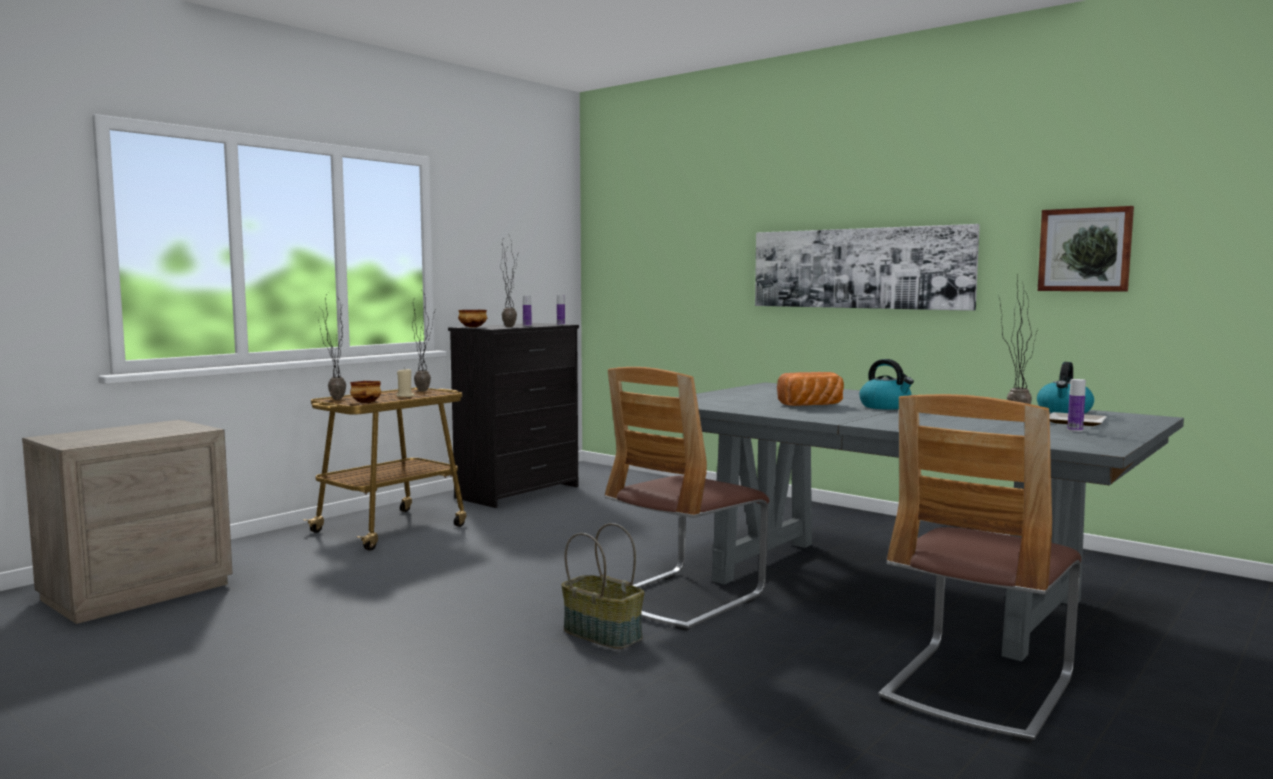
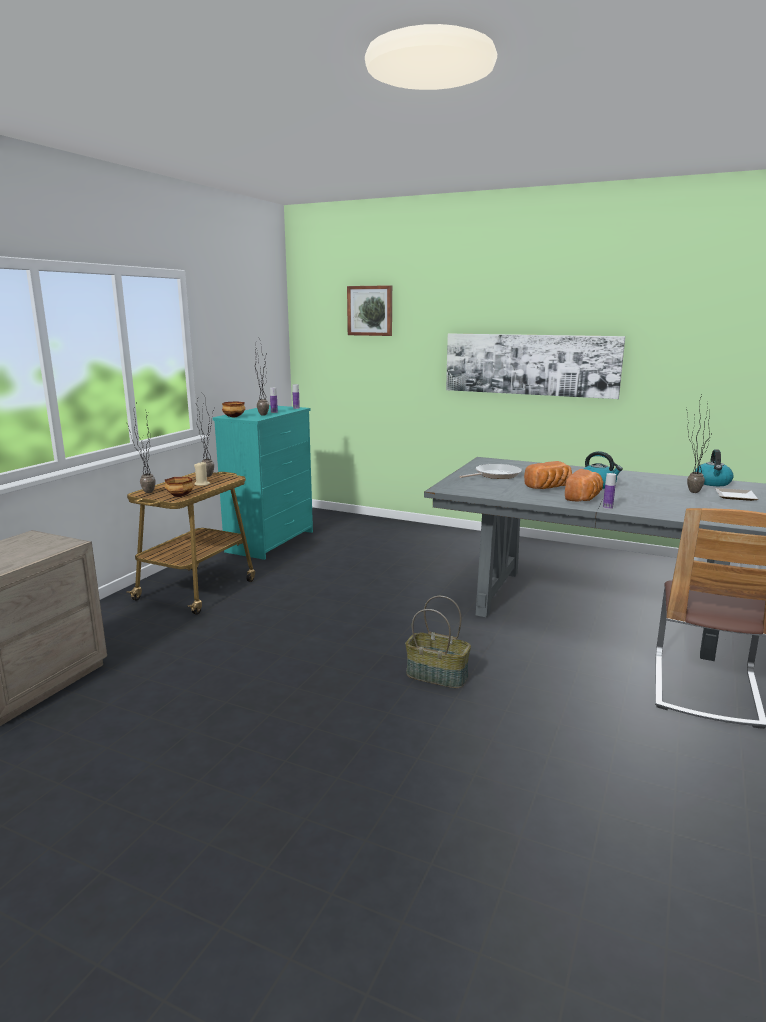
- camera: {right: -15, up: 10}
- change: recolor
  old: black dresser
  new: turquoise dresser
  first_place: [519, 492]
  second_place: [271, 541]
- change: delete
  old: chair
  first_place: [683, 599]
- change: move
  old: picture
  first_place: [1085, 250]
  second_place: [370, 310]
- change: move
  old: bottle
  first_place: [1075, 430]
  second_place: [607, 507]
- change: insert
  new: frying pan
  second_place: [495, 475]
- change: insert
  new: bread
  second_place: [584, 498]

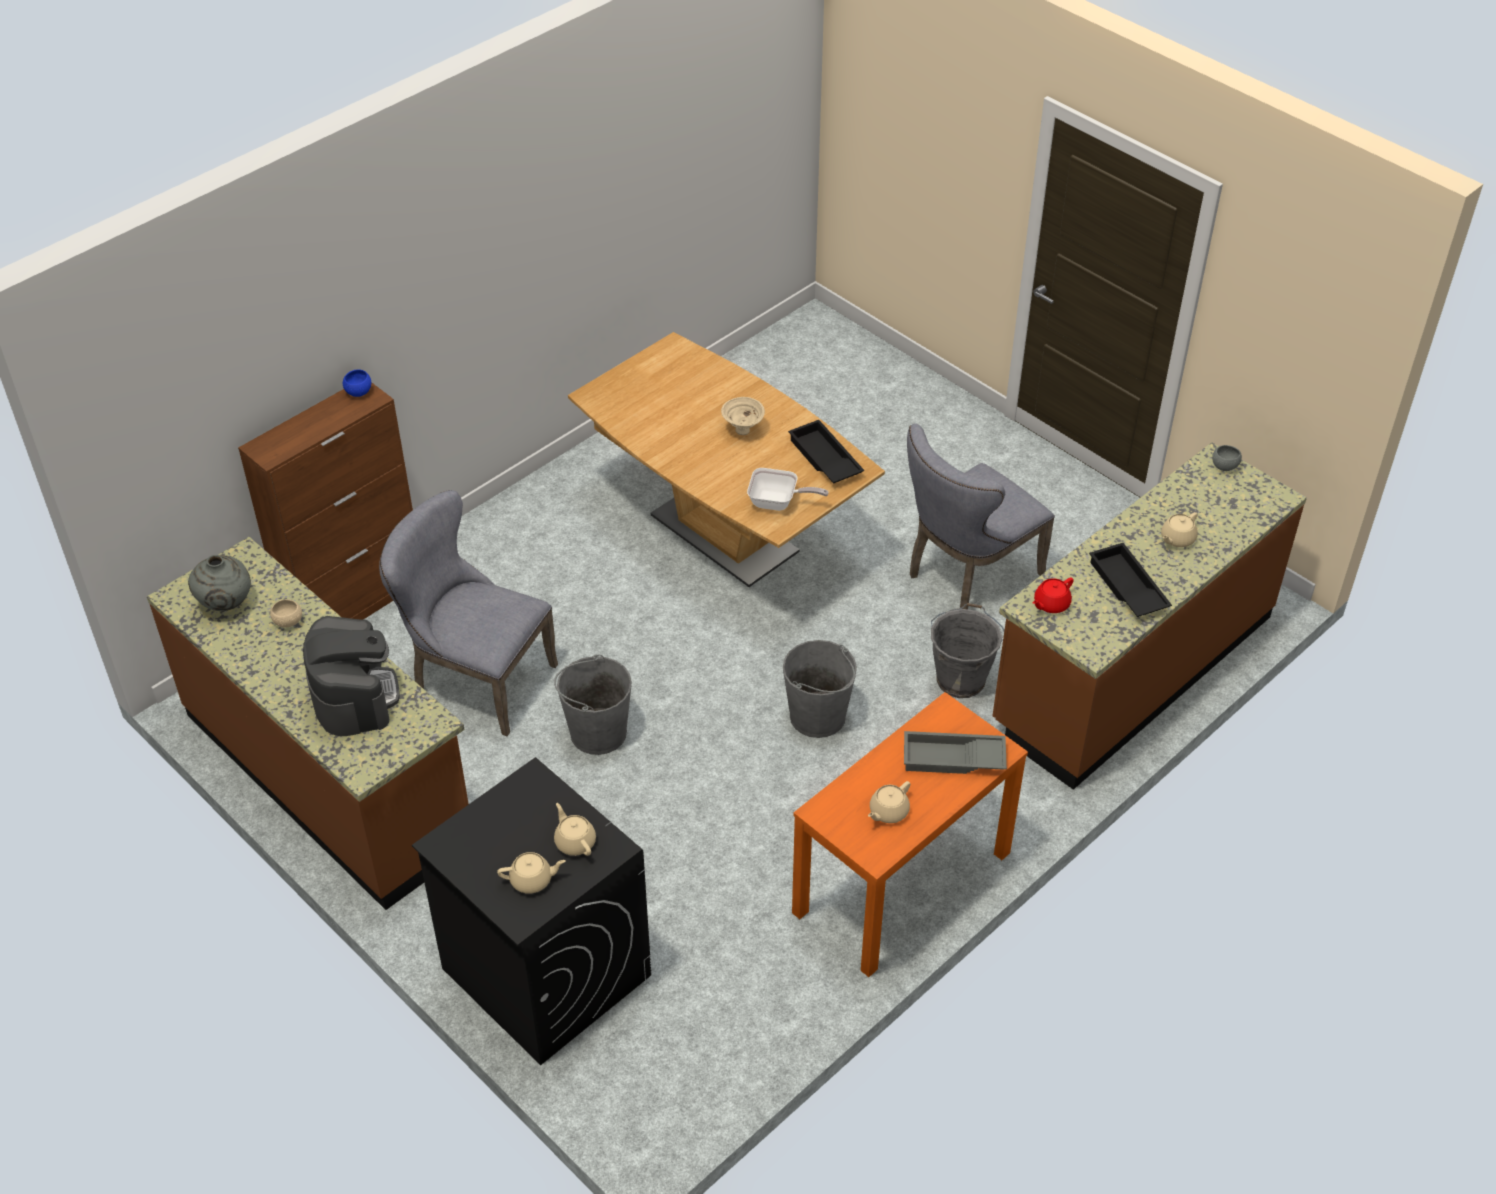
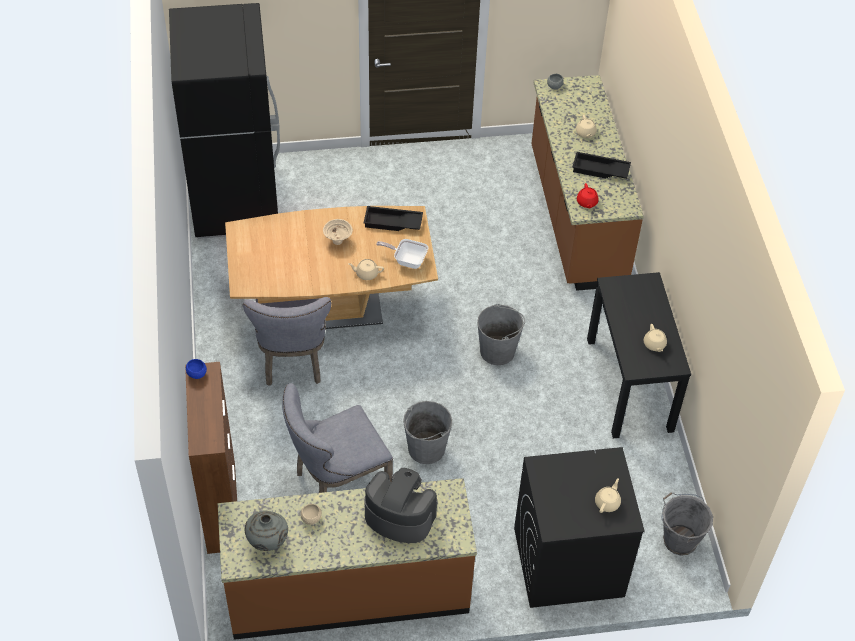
- camera: {right: -55, up: 5}
- change: move
  old: beige teapot
  first_place: [575, 841]
  second_place: [366, 274]
- change: rotate
  old: frying pan
  first_place: [778, 503]
  second_place: [407, 260]
  degrees: -120
- change: recolor
  old: orange console table
  new: black console table
  first_place: [902, 883]
  second_place: [629, 384]
- change: delete
  old: grey tray
  first_place: [952, 759]
- change: move
  old: grey chair
  first_place: [967, 576]
  second_place: [293, 360]
- change: move
  old: grey bucket
  first_place: [961, 678]
  second_place: [679, 539]
- change: insert
  new: black fridge
  second_place: [235, 201]

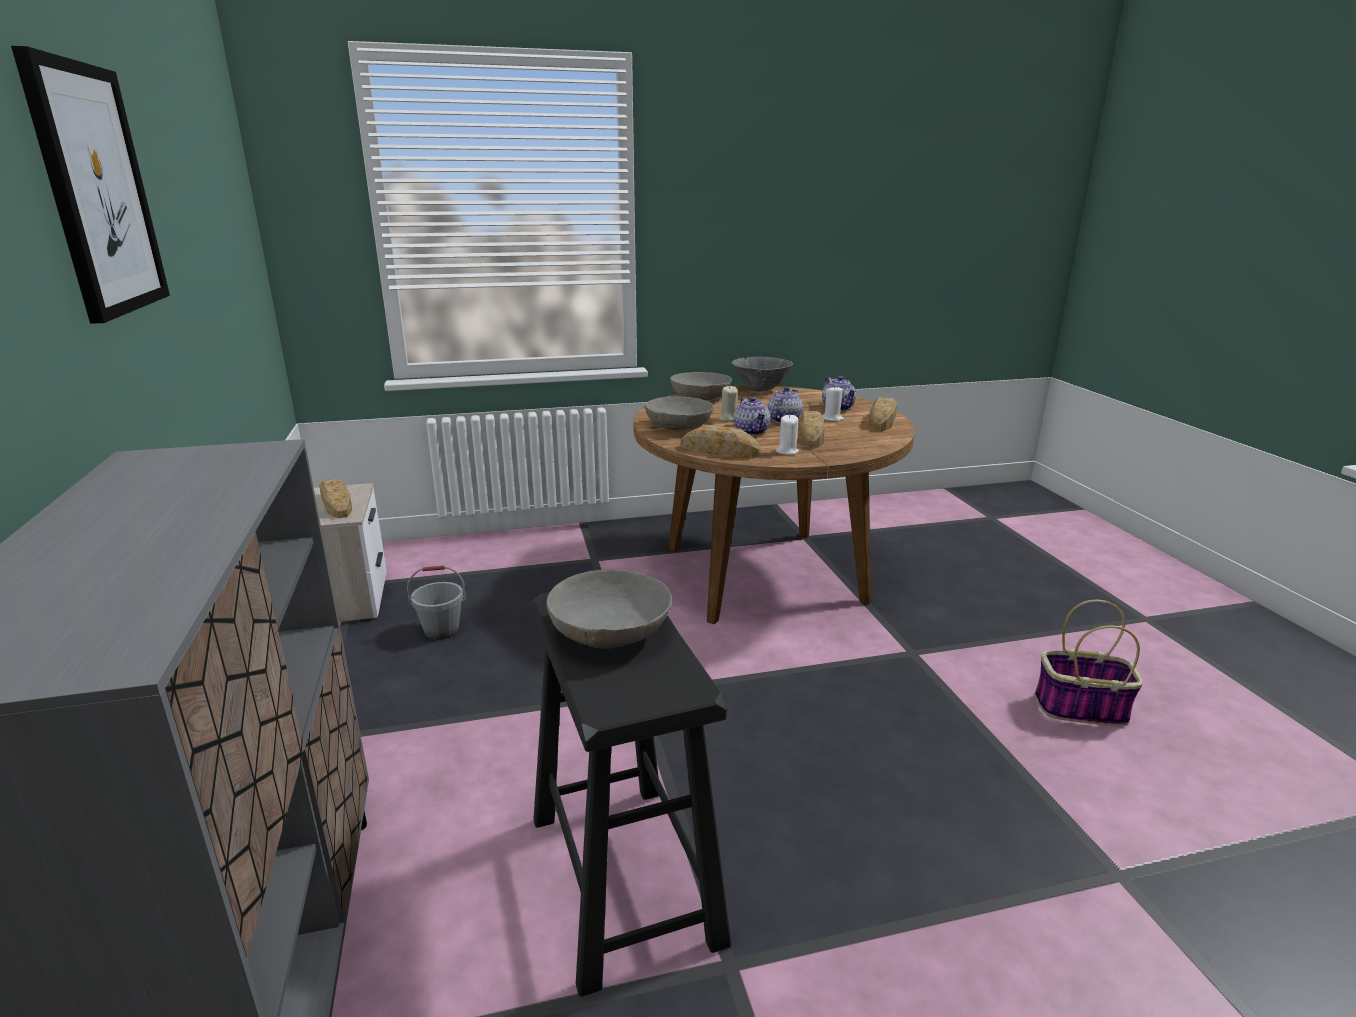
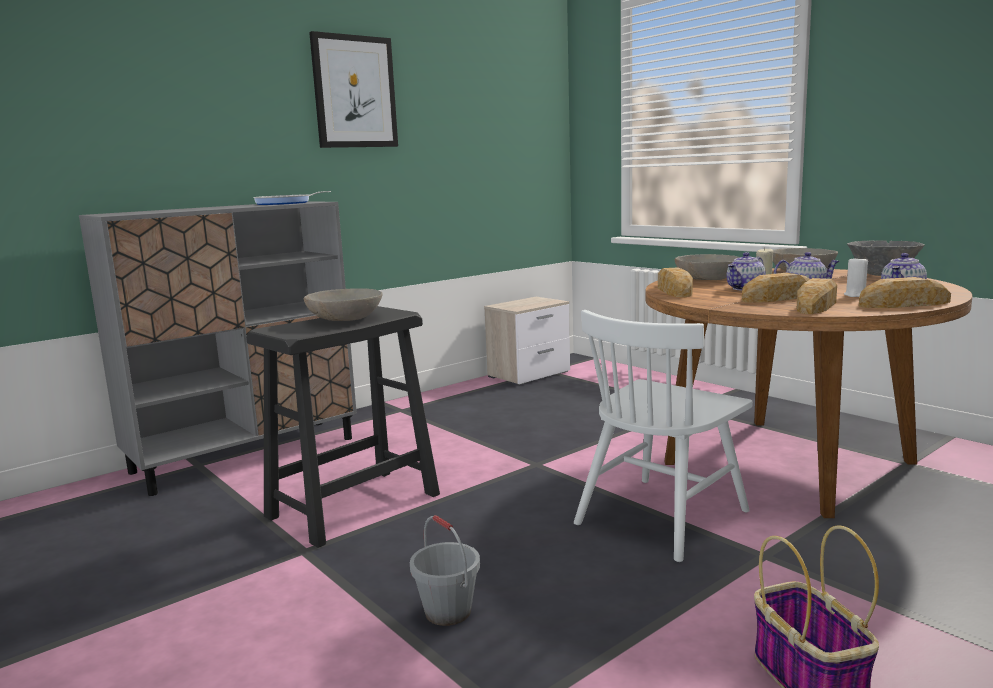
- camera: {right: 65, up: -10}
- change: move
  old: bread
  first_place: [337, 504]
  second_place: [816, 306]
- change: move
  old: grey bucket
  first_place: [441, 630]
  second_place: [447, 612]
- change: delete
  old: white candle
  first_place: [787, 451]
- change: insert
  new: frying pan
  second_place: [286, 203]
- change: insert
  new: white chair
  second_place: [661, 517]

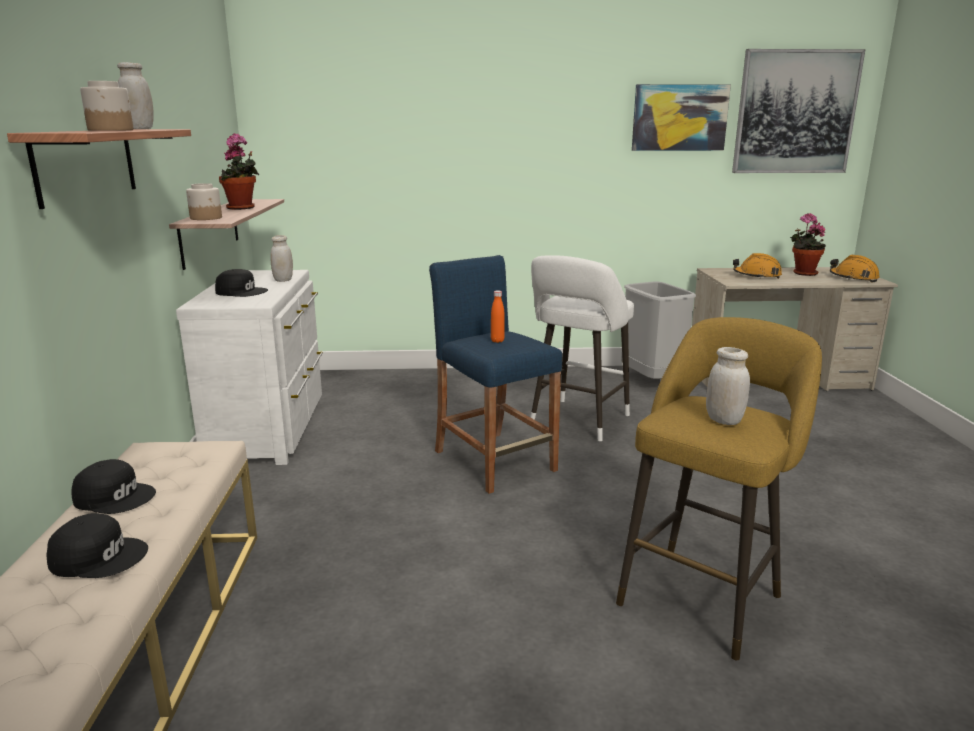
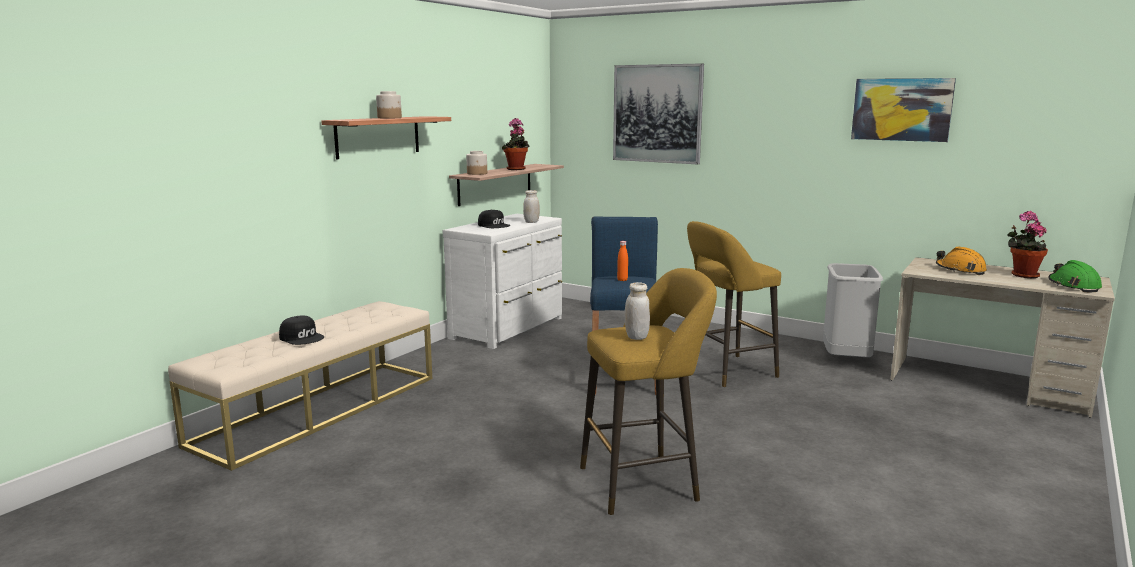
- camera: {right: 35, up: -5}
- change: delete
  old: black cap
  first_place: [115, 496]
- change: delete
  old: white jar
  first_place: [140, 129]
- change: recolor
  old: white stool
  new: yellow stool
  first_place: [577, 422]
  second_place: [726, 371]
- change: move
  old: picture
  first_place: [795, 112]
  second_place: [657, 113]
- change: recolor
  old: orange hard hat
  new: green hard hat
  first_place: [853, 278]
  second_place: [1073, 286]

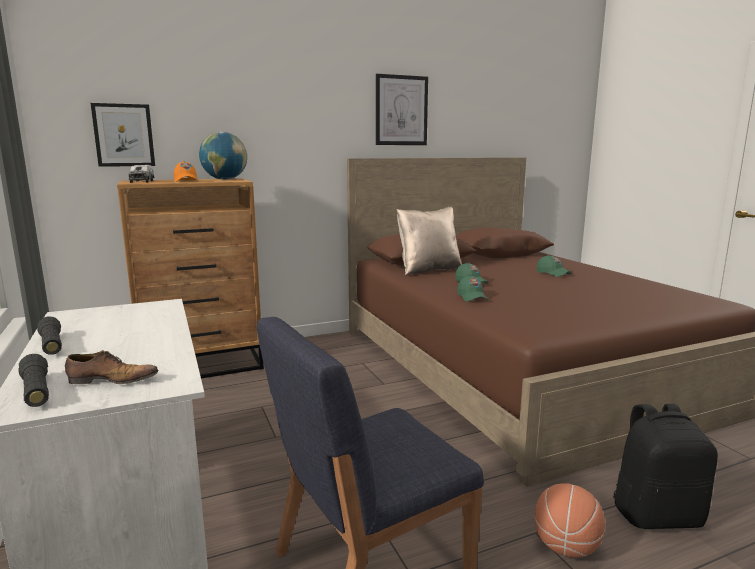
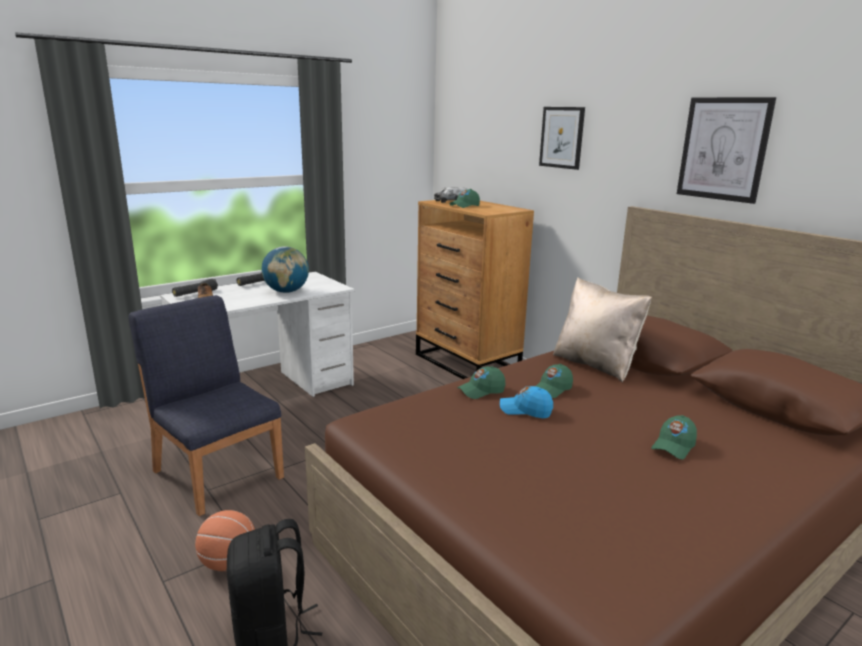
- camera: {right: 75, up: 5}
- change: move
  old: picture
  first_place: [124, 135]
  second_place: [562, 137]
- change: recolor
  old: orange cap
  new: green cap
  first_place: [186, 181]
  second_place: [464, 206]
- change: move
  old: globe
  first_place: [225, 179]
  second_place: [286, 291]
- change: insert
  new: blue cap
  second_place: [525, 410]

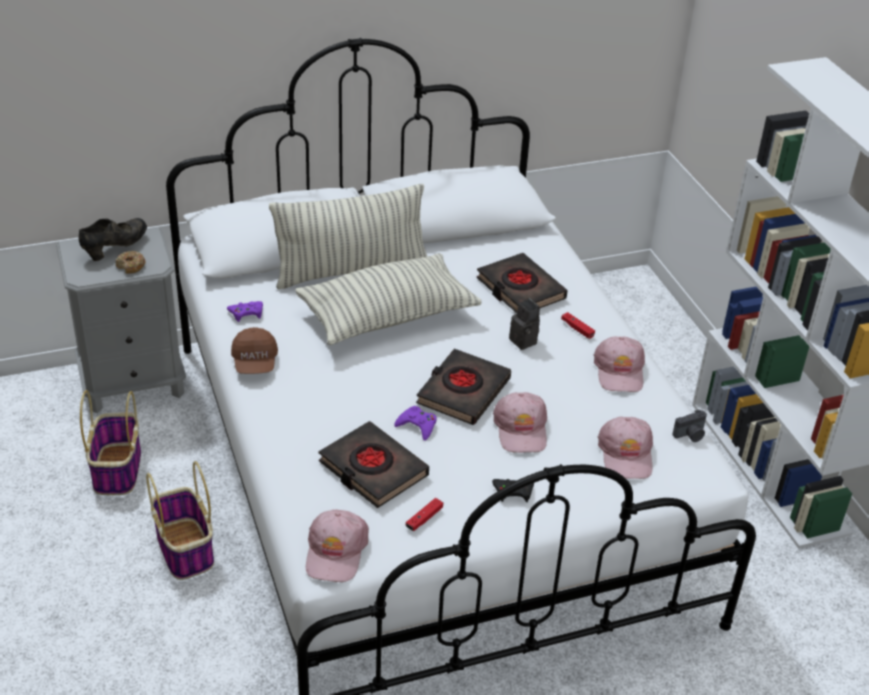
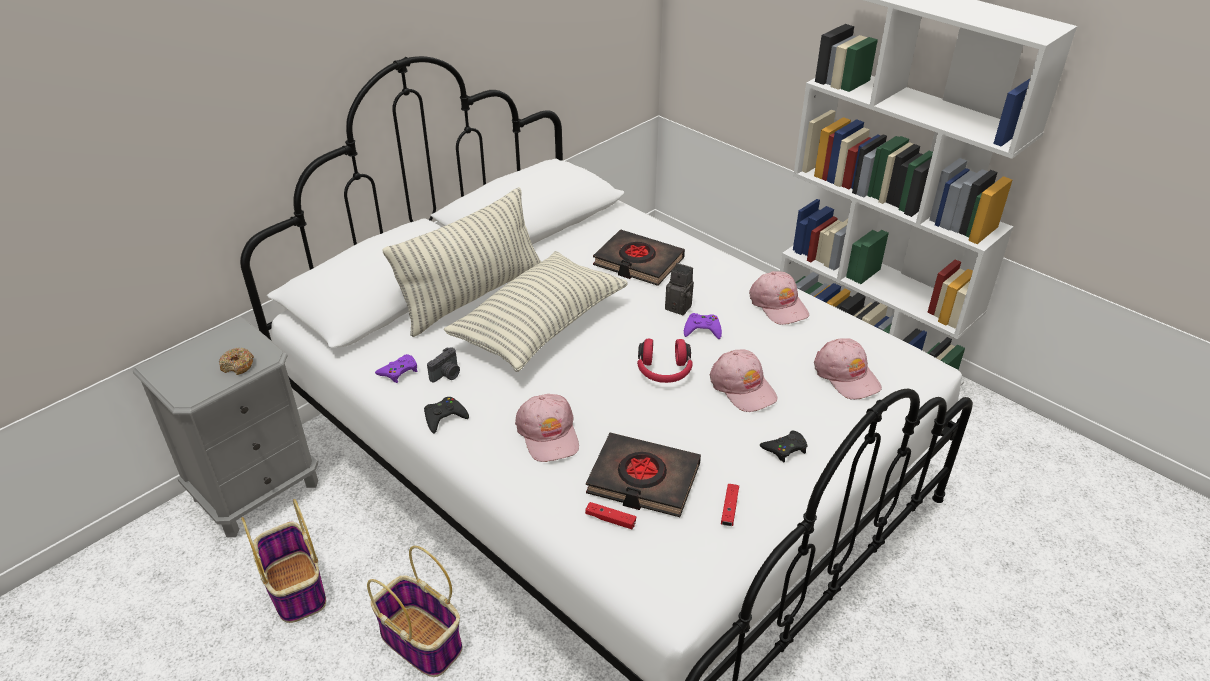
- camera: {right: -25, up: 0}
- change: delete
  old: black shoe
  first_place: [115, 248]
- change: replace
  old: brown cap
  new: black game controller
  first_place: [255, 362]
  second_place: [444, 417]
- change: move
  old: pink cap
  first_place: [335, 552]
  second_place: [548, 434]
- change: move
  old: purple game controller
  first_place: [417, 426]
  second_place: [702, 330]
- change: replace
  old: black book
  new: red headphones
  first_place: [463, 391]
  second_place: [664, 372]
- change: move
  old: red game controller
  first_place: [577, 329]
  second_place: [610, 520]
- change: move
  old: photo camera
  first_place: [690, 435]
  second_place: [447, 374]

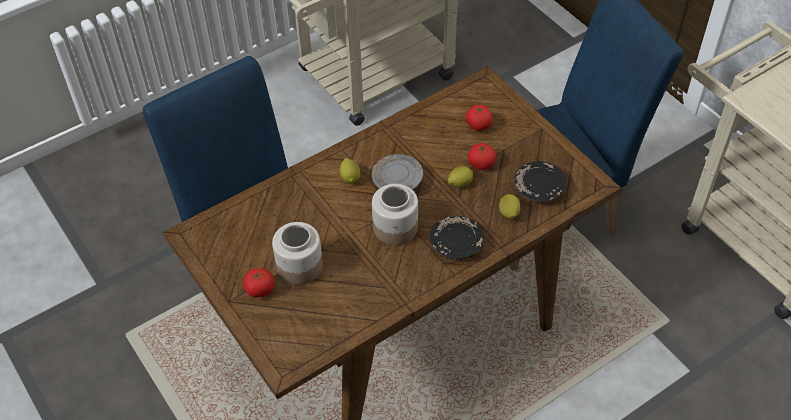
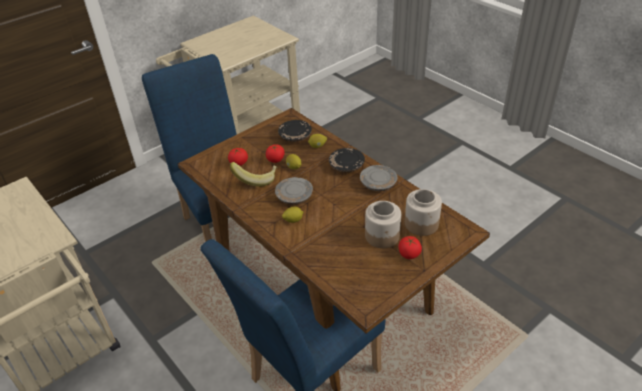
- camera: {right: -95, up: -10}
- change: move
  old: jar
  first_place: [395, 228]
  second_place: [421, 223]
- change: insert
  new: banana
  second_place: [256, 179]
- change: insert
  new: grey plate
  second_place: [378, 183]

